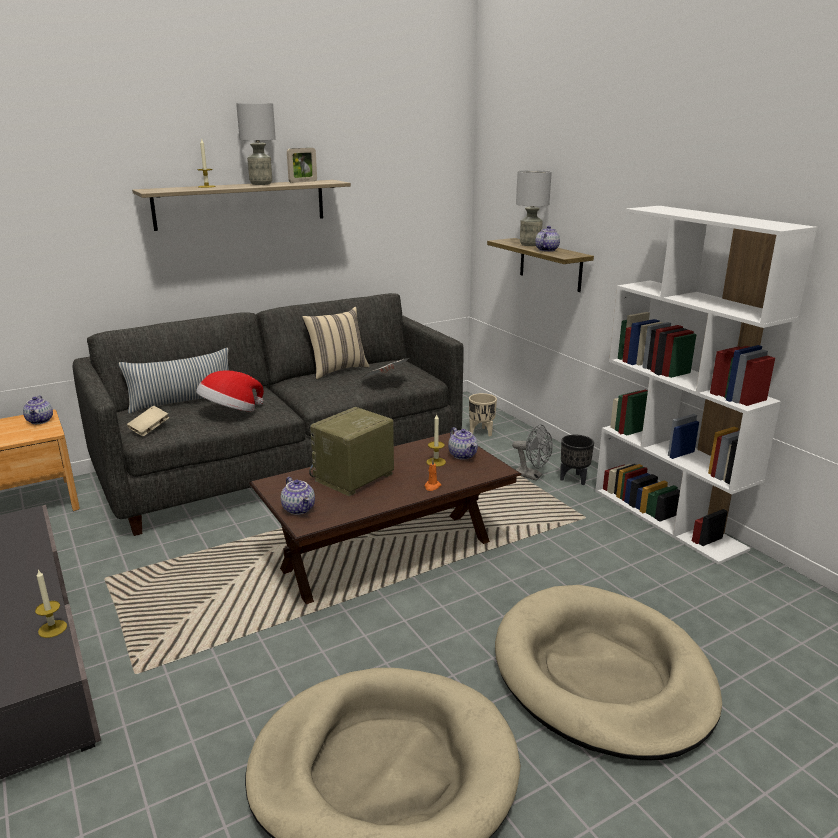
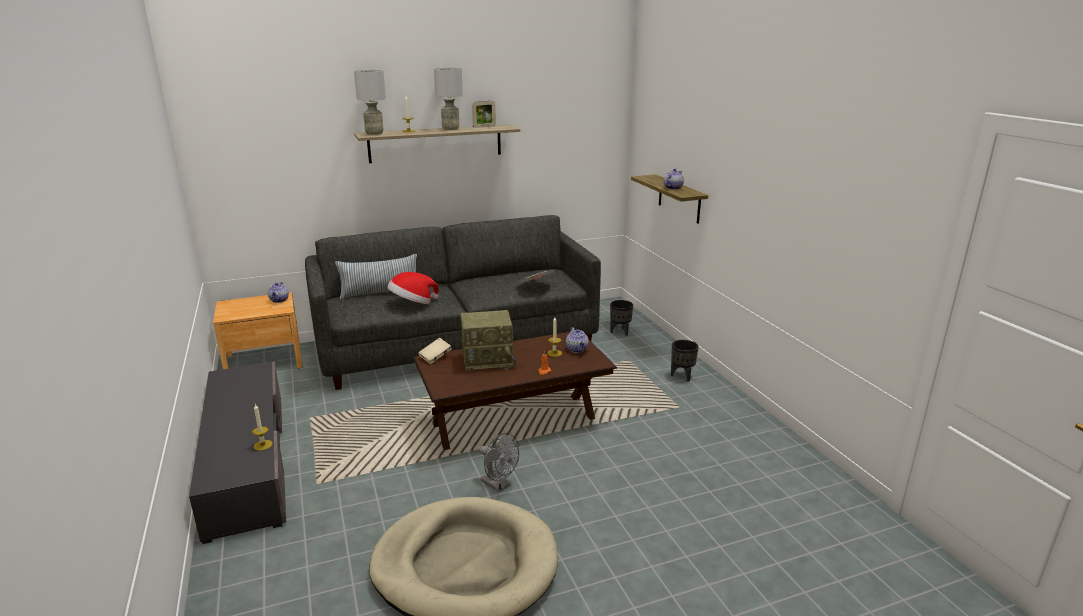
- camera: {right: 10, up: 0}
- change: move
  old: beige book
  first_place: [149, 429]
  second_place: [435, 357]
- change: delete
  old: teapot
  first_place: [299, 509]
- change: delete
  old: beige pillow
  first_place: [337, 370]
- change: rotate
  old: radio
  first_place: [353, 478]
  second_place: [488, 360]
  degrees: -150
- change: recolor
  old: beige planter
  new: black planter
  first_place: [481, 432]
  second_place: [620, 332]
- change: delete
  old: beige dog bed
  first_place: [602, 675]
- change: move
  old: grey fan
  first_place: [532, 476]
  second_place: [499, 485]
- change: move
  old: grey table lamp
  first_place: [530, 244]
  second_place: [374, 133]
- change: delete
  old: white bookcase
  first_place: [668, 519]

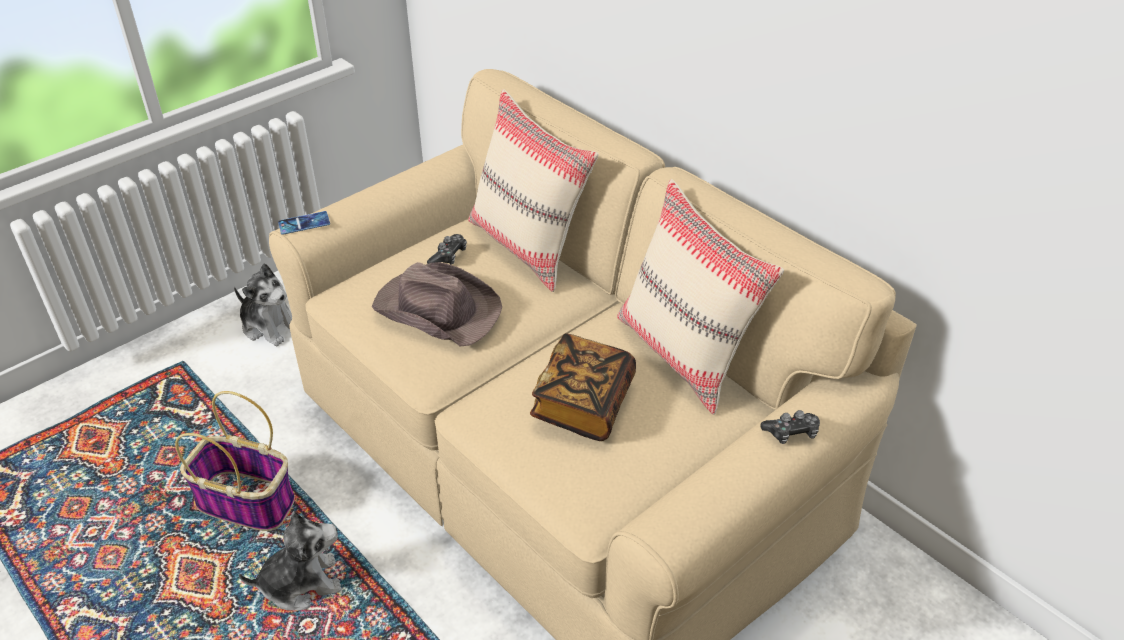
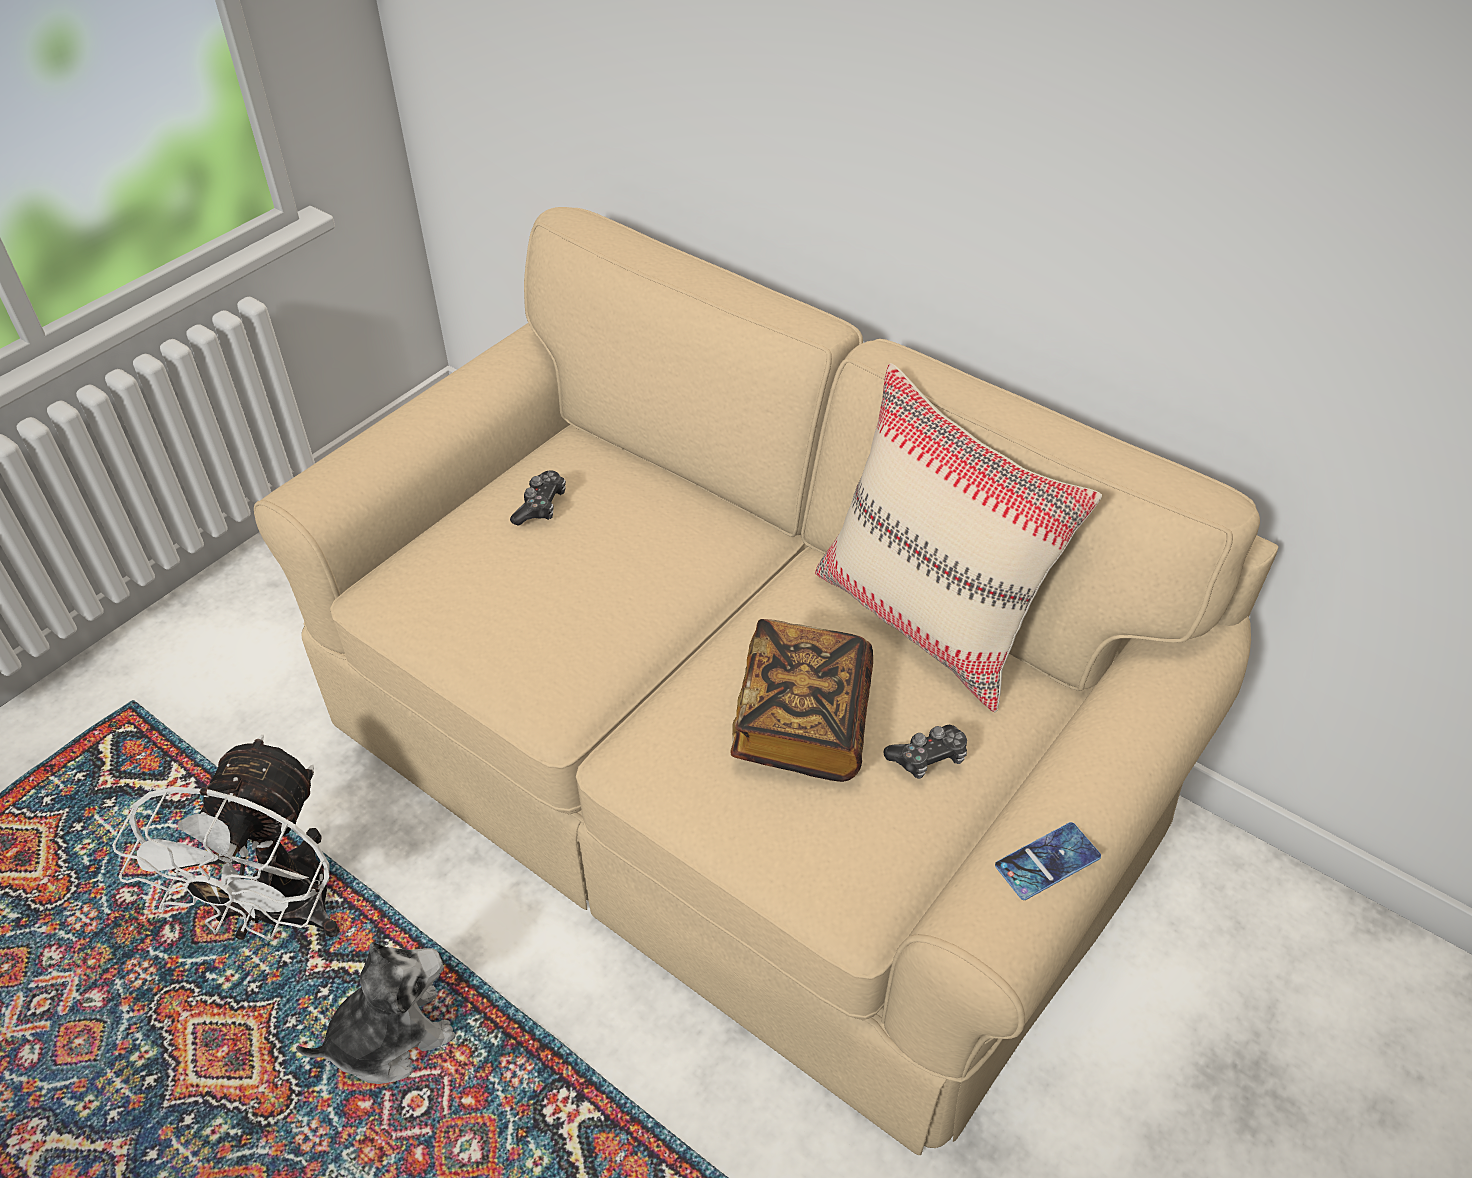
- camera: {right: -10, up: 5}
- change: replace
  old: basket
  new: white fan
  first_place: [248, 502]
  second_place: [281, 916]
- change: delete
  old: plush toy
  first_place: [270, 326]
- change: move
  old: phone
  first_place: [304, 223]
  second_place: [1047, 861]
- change: delete
  old: brown hat
  first_place: [436, 309]
- change: delete
  old: beige pillow
  first_place: [528, 246]
- change: move
  old: game controller
  first_place: [791, 433]
  second_place: [928, 758]

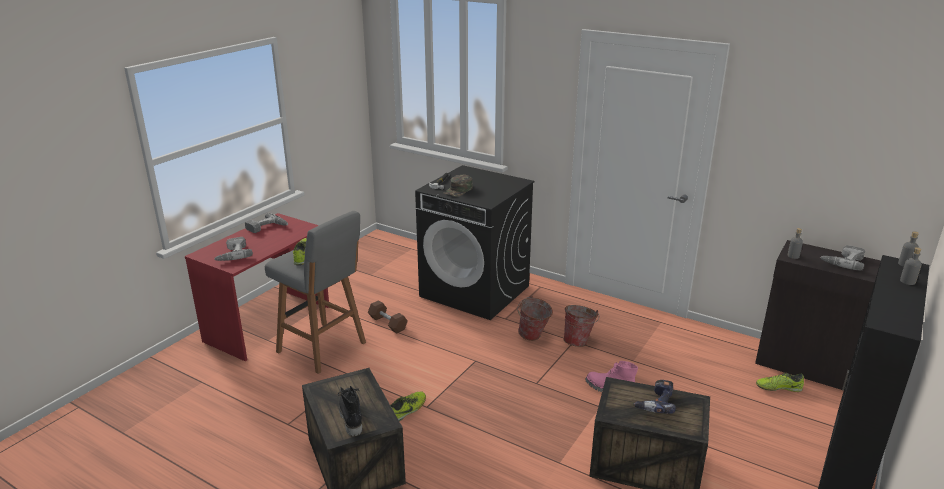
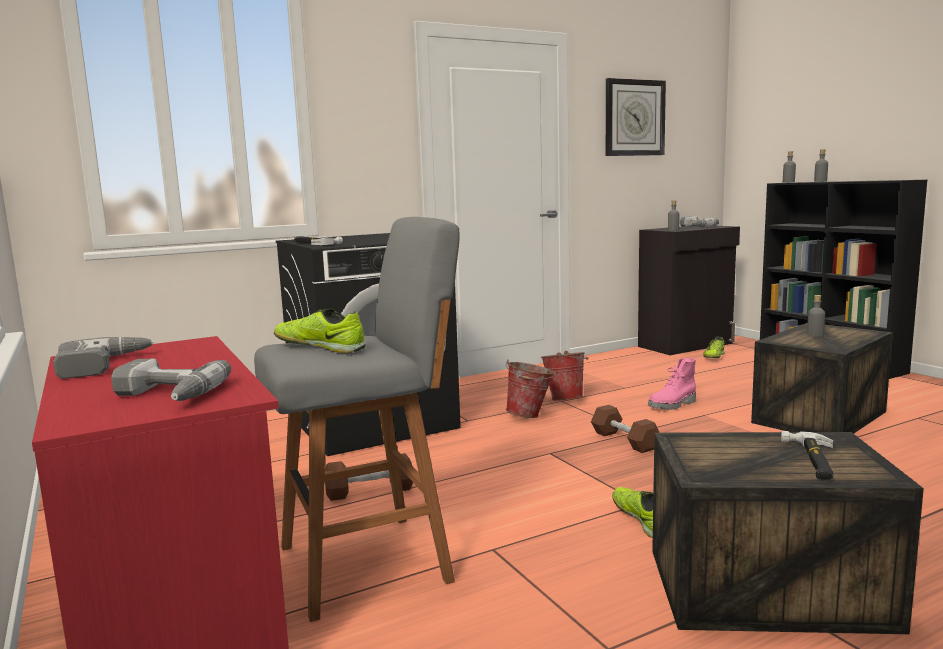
- camera: {right: -60, up: -15}
- change: replace
  old: black boot
  new: hammer
  first_place: [350, 416]
  second_place: [812, 460]
- change: delete
  old: green cap
  first_place: [458, 190]
- change: replace
  old: power drill
  new: grey bottle
  first_place: [655, 402]
  second_place: [815, 335]
- change: insert
  new: brown dumbbell
  second_place: [624, 441]
- change: insert
  new: wall clock
  second_place: [634, 118]

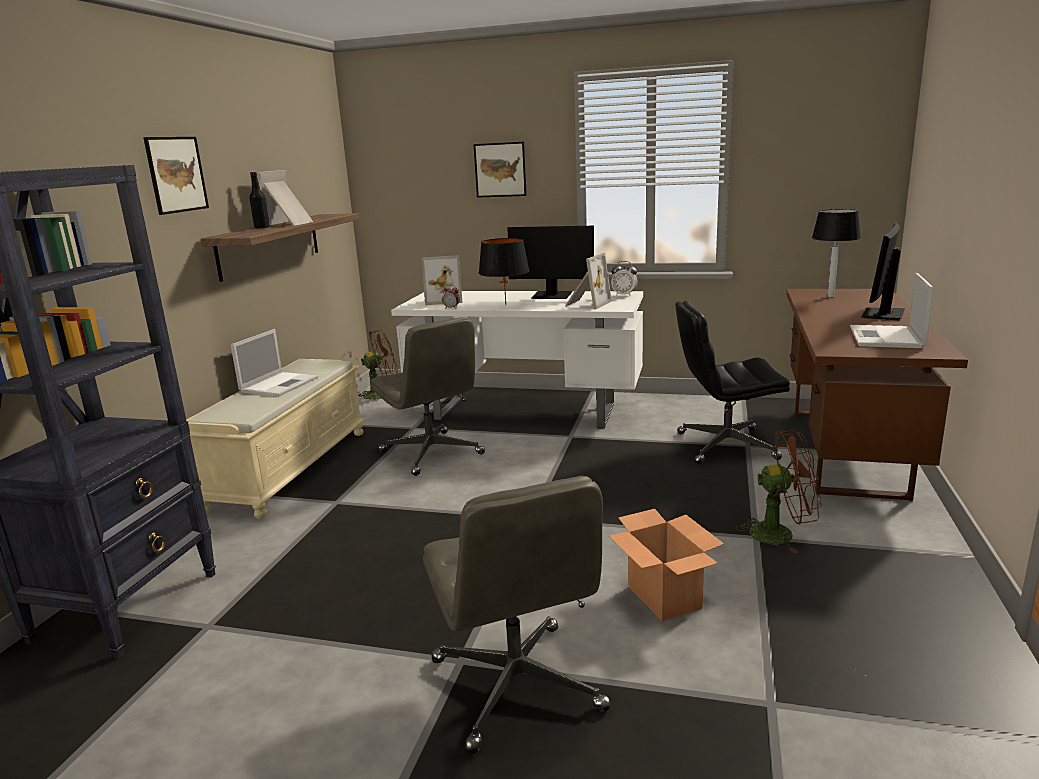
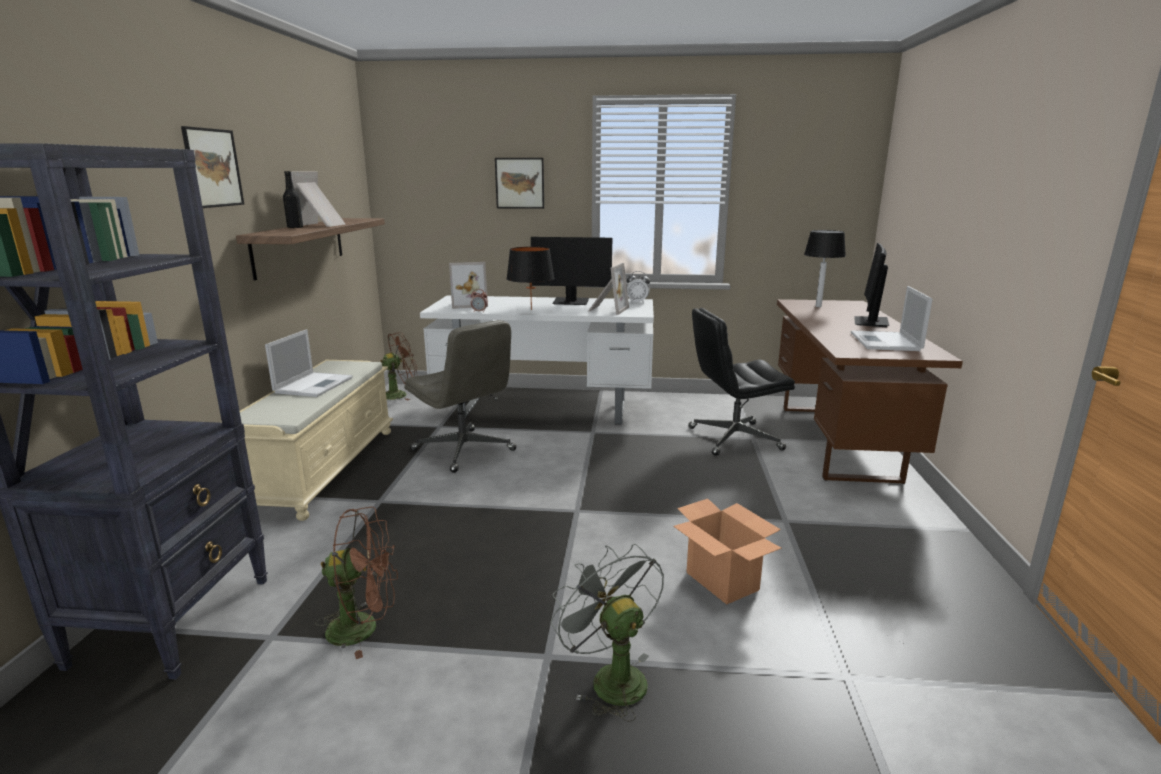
- camera: {right: -10, up: 0}
- change: replace
  old: grey office chair
  new: grey fan
  first_place: [518, 686]
  second_place: [610, 677]
- change: move
  old: brown fan
  first_place: [781, 533]
  second_place: [364, 628]

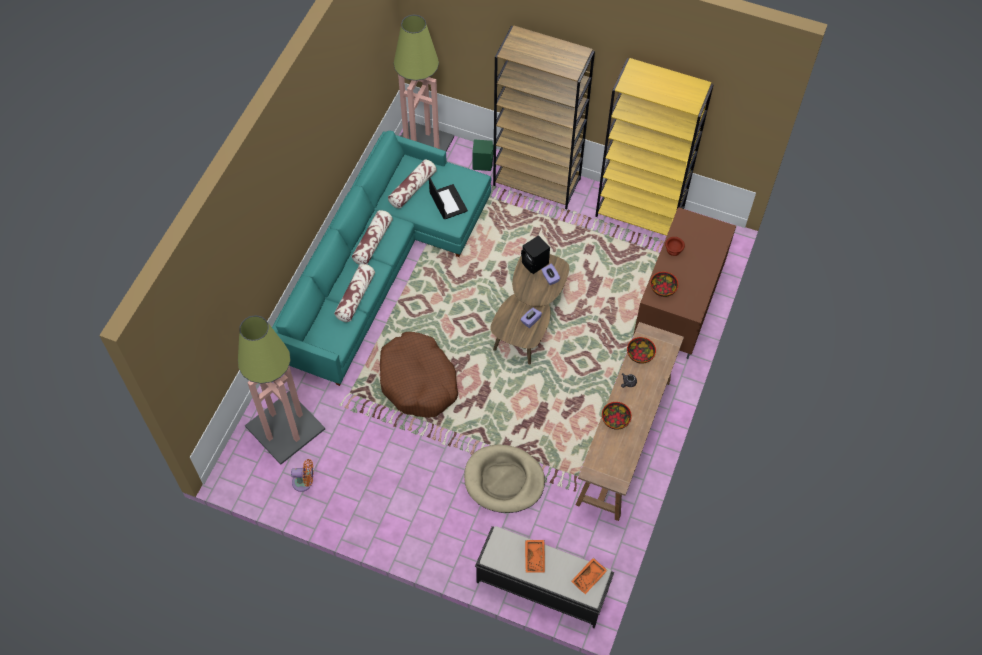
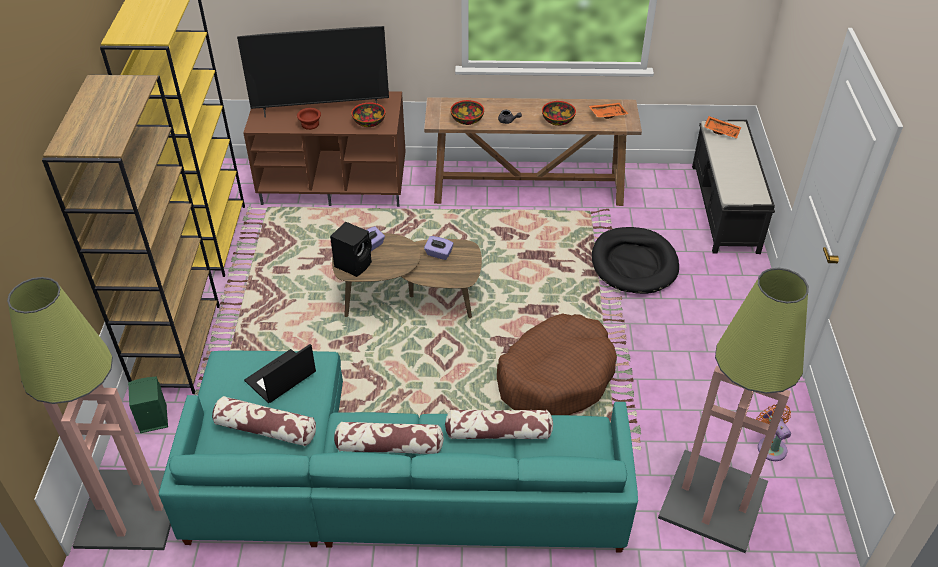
- camera: {right: -110, up: -15}
- change: recolor
  old: beige dog bed
  new: black dog bed
  first_place: [504, 480]
  second_place: [634, 263]
- change: move
  old: orange tray
  first_place: [535, 557]
  second_place: [607, 114]
- change: insert
  new: television
  second_place: [321, 108]

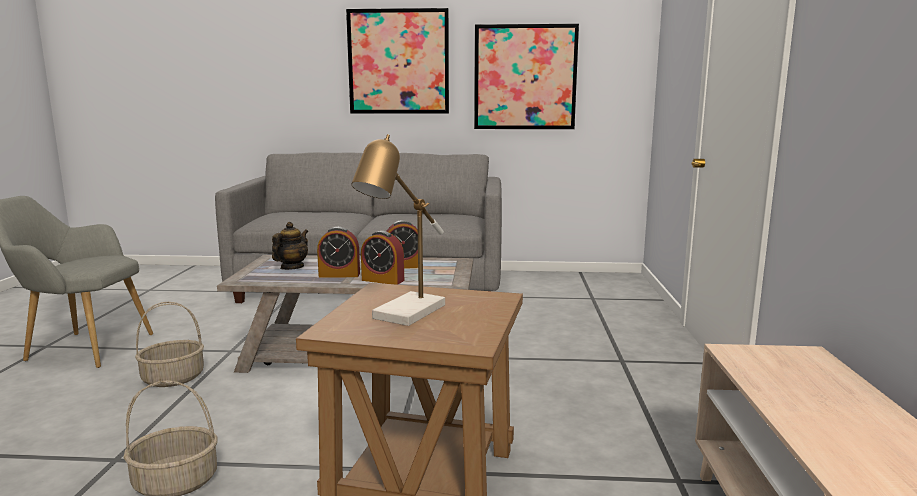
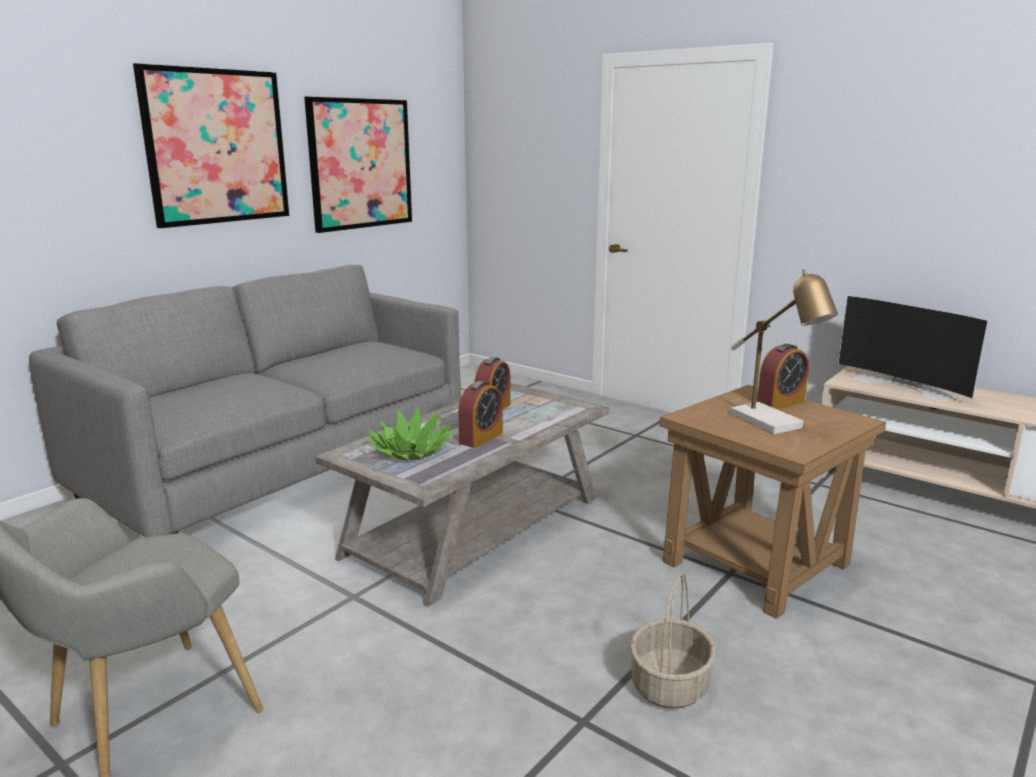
- camera: {right: -55, up: 5}
- change: delete
  old: basket
  first_place: [174, 378]
- change: replace
  old: teapot
  new: potted plant
  first_place: [291, 267]
  second_place: [411, 452]
- change: move
  old: alarm clock
  first_place: [383, 280]
  second_place: [780, 403]
- change: insert
  new: television
  second_place: [905, 386]

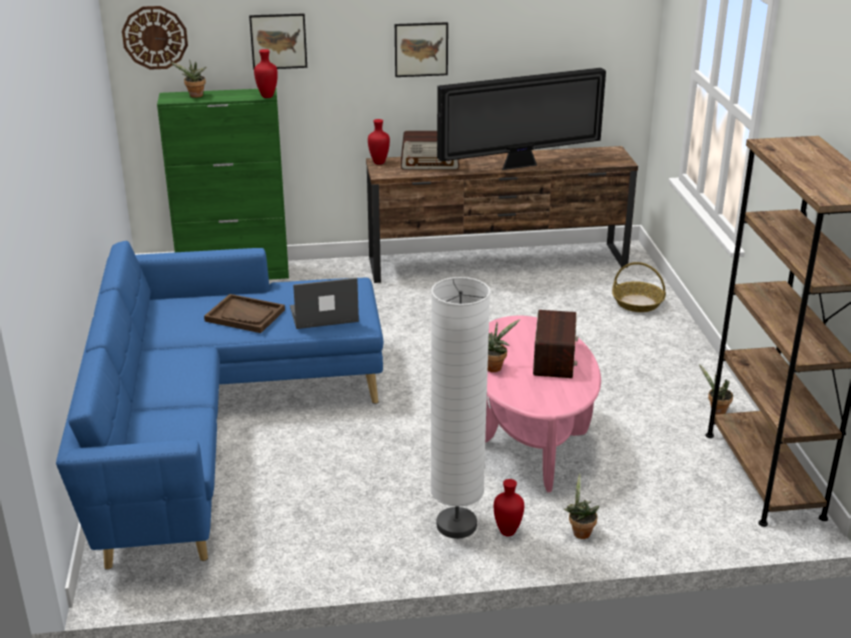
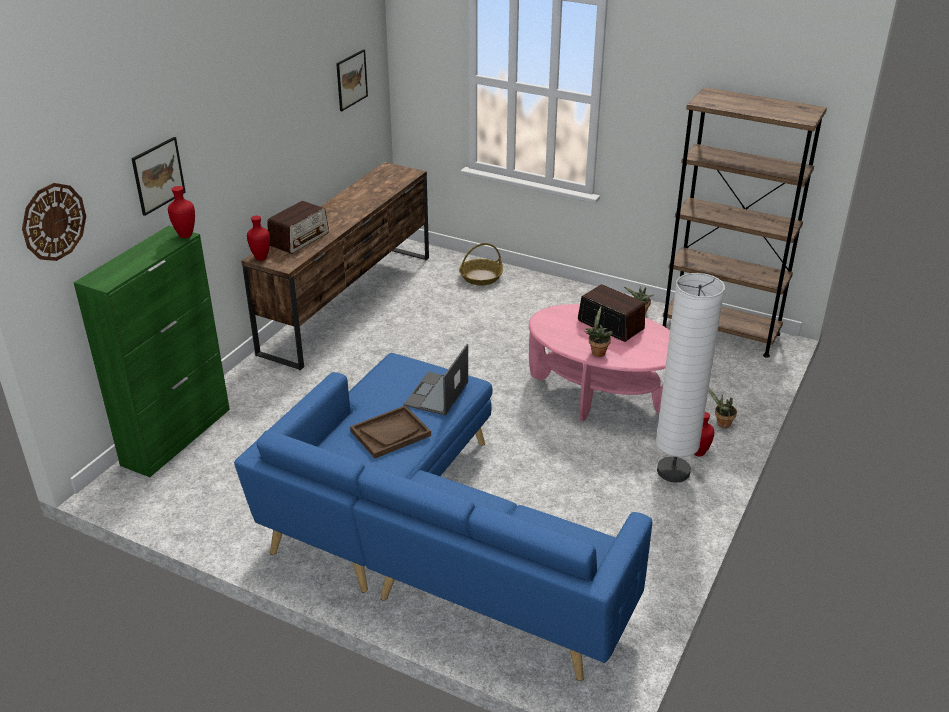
- camera: {right: -55, up: 5}
- change: delete
  old: potted plant
  first_place: [195, 96]
- change: move
  old: picture
  first_place: [421, 49]
  second_place: [351, 80]
- change: delete
  old: television
  first_place: [520, 165]

